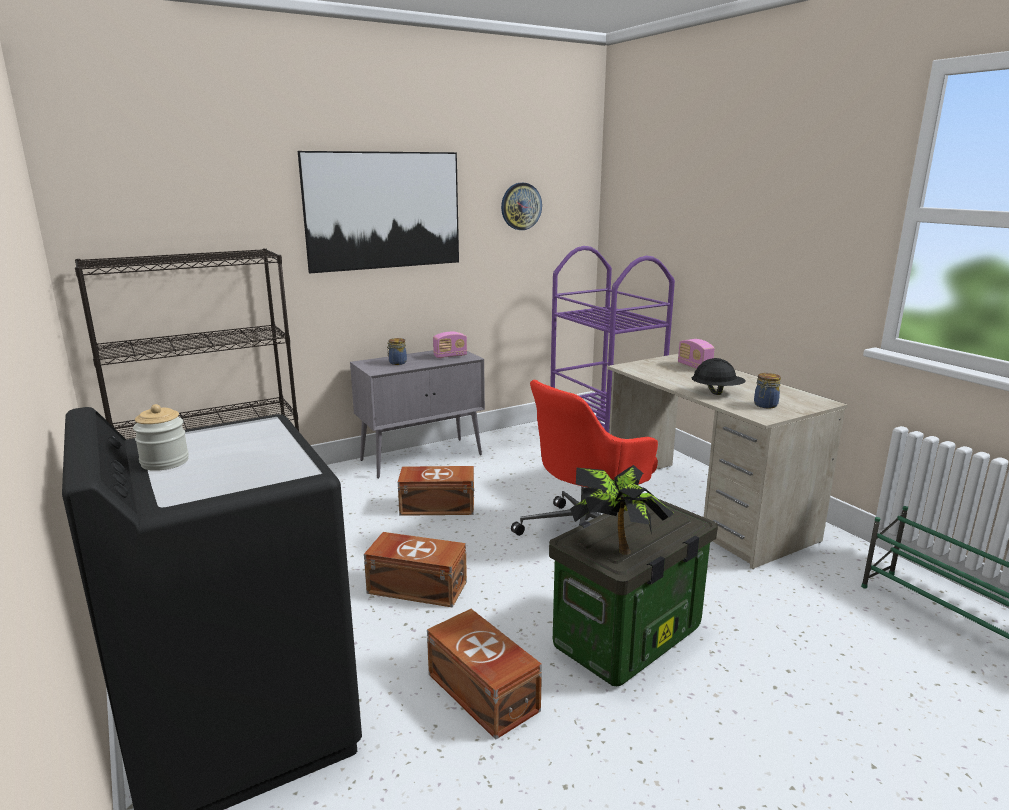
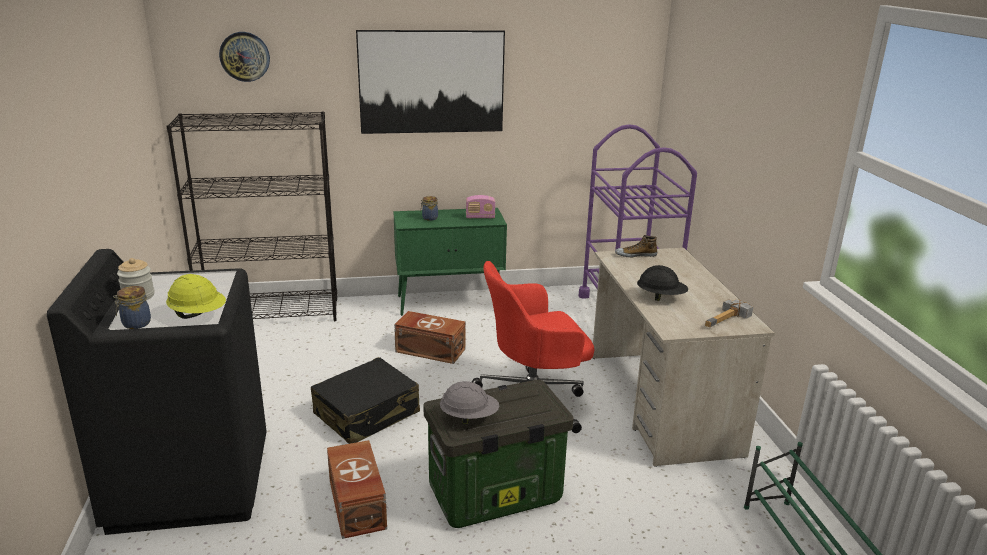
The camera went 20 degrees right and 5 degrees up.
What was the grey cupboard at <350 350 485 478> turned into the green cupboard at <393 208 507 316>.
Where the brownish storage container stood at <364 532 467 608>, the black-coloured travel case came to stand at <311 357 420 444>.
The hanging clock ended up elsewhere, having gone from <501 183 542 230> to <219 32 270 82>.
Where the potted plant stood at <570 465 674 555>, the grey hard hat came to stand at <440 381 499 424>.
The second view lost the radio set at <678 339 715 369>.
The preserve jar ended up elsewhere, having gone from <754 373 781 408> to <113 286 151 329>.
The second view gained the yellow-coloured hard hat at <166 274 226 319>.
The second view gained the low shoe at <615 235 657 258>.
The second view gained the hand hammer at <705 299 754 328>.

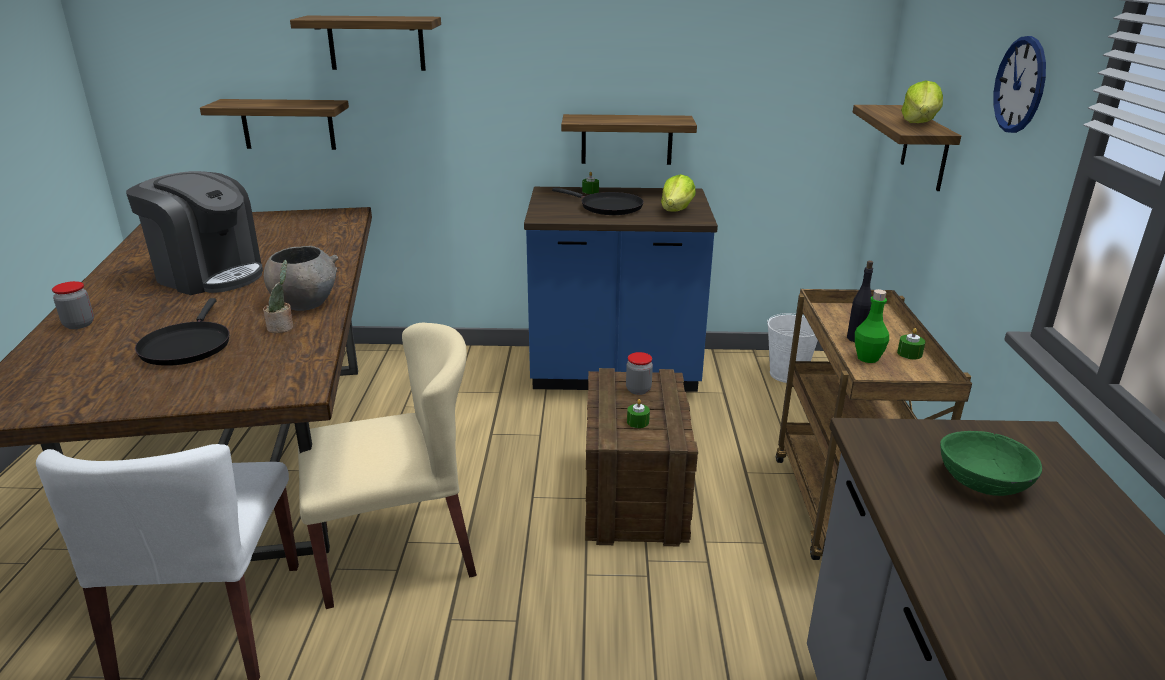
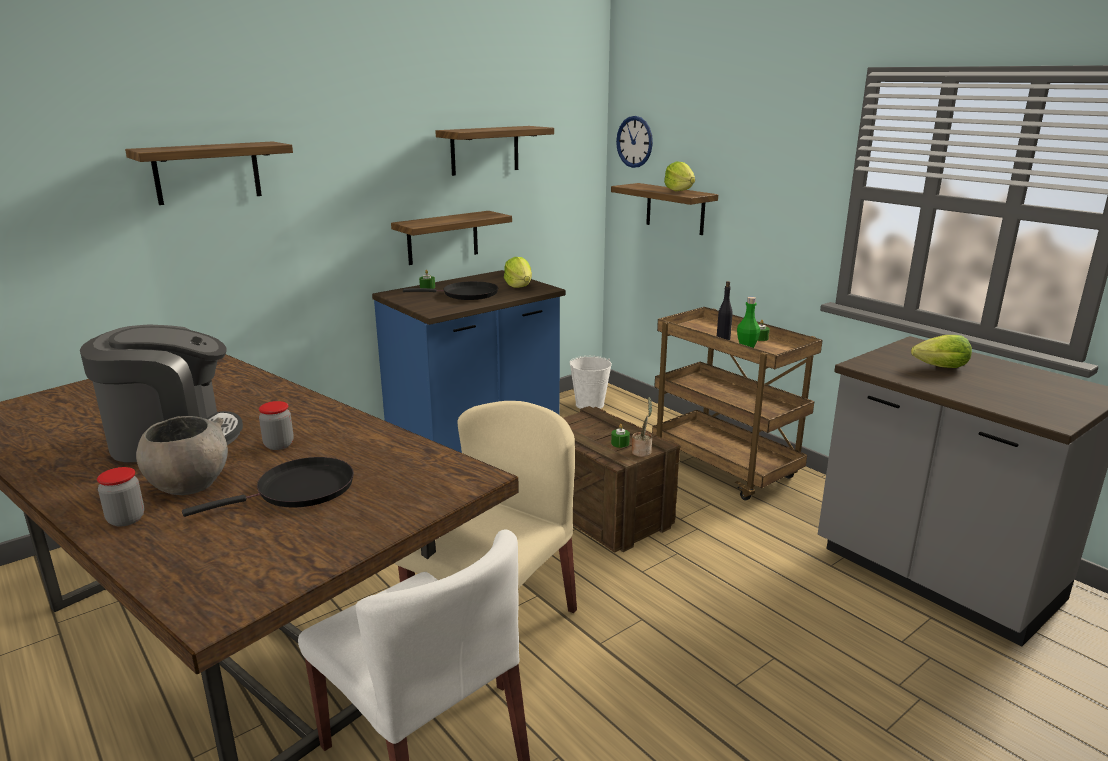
The camera went 40 degrees left and 5 degrees down.
The black-coloured skillet at <135 298 230 366> ended up facing another way, 75 degrees counterclockwise from before.
The shelf ended up elsewhere, having gone from <200 99 349 150> to <435 126 554 176>.
The potted plant ended up elsewhere, having gone from <263 260 293 333> to <631 397 652 457>.
The grey serving bowl ended up elsewhere, having gone from <264 246 338 311> to <136 416 228 495>.
The preserve jar ended up elsewhere, having gone from <626 352 653 395> to <259 401 294 450>.
Where the green serving bowl stood at <940 431 1042 496>, the head of lettuce came to stand at <911 335 972 368>.
The hanging clock ended up elsewhere, having gone from <993 36 1046 133> to <616 116 653 168>.

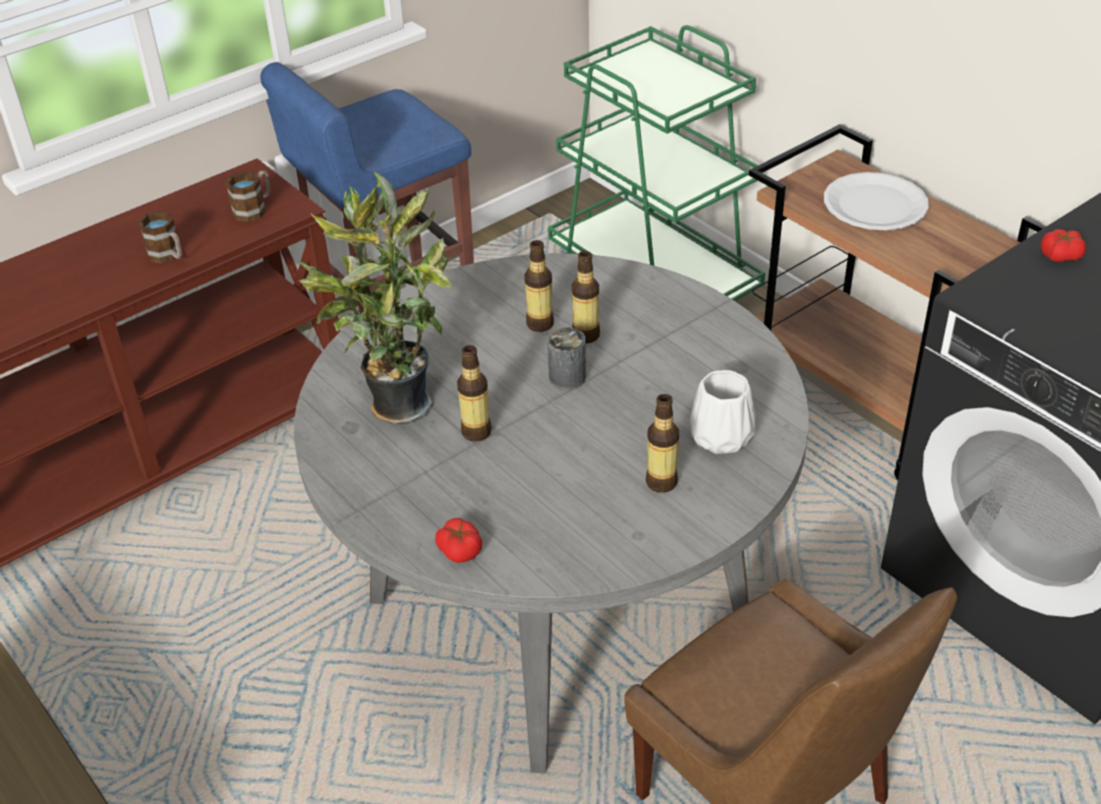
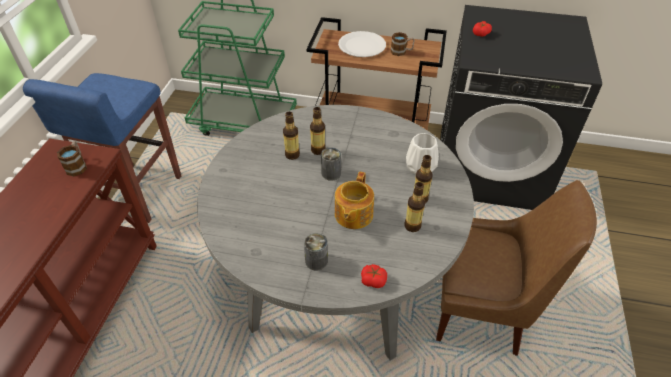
The camera went 40 degrees left and 5 degrees up.
The tea mug ended up elsewhere, having gone from <138 211 182 263> to <391 32 415 56>.
The second view lost the potted plant at <298 171 453 424>.
The drink bottle ended up elsewhere, having gone from <457 345 491 441> to <404 182 425 232>.
The second view gained the can at <304 233 328 271>.
The second view gained the teapot at <335 171 374 229>.

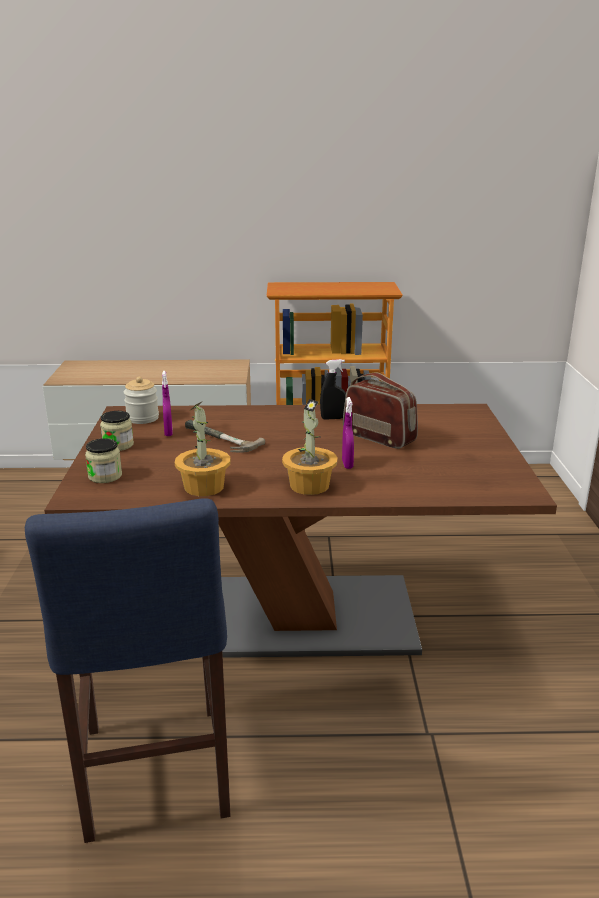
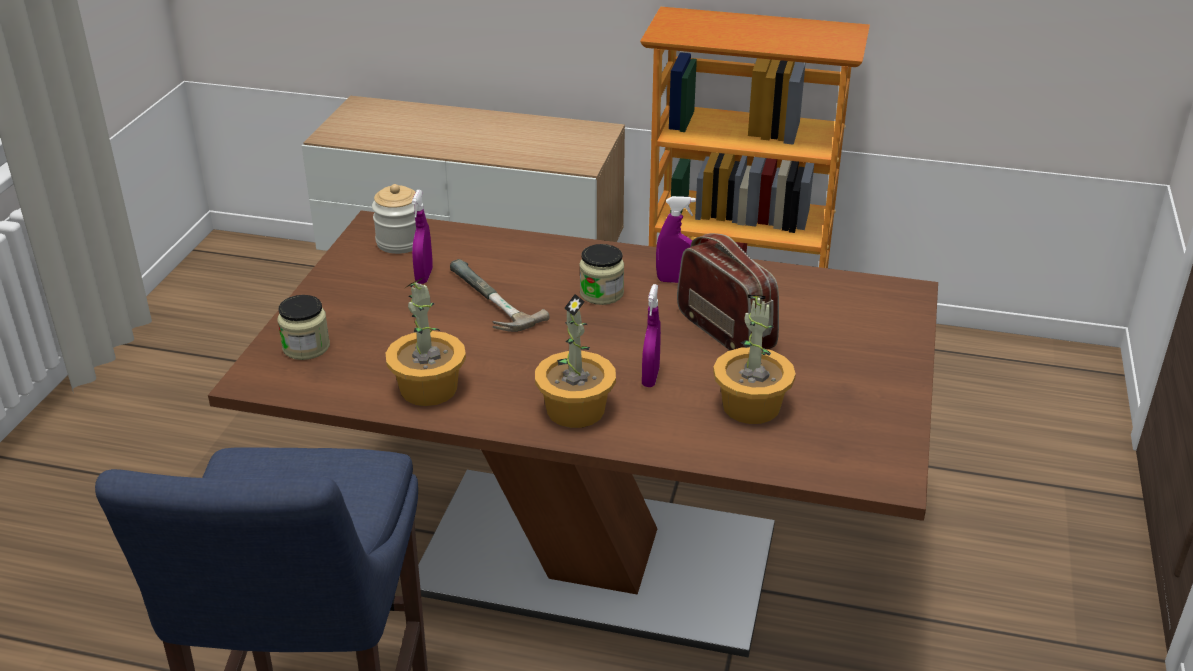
The camera went 15 degrees right and 10 degrees up.
The preserve jar ended up elsewhere, having gone from <100 411 134 451> to <580 244 624 305>.
What was the black-coloured hand sprayer at <320 359 346 420> turned into the purple hand sprayer at <656 196 696 283>.
The second view gained the potted plant at <713 294 796 424>.

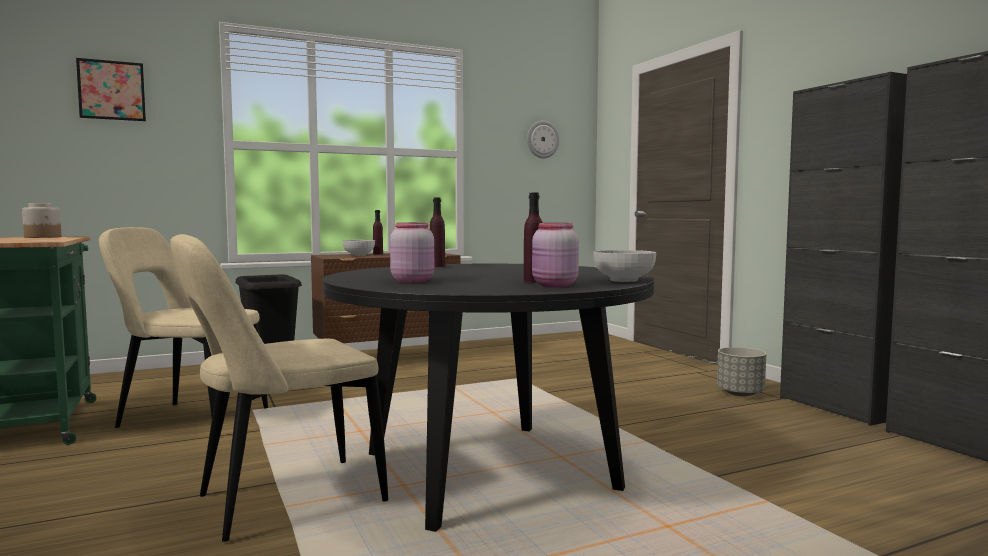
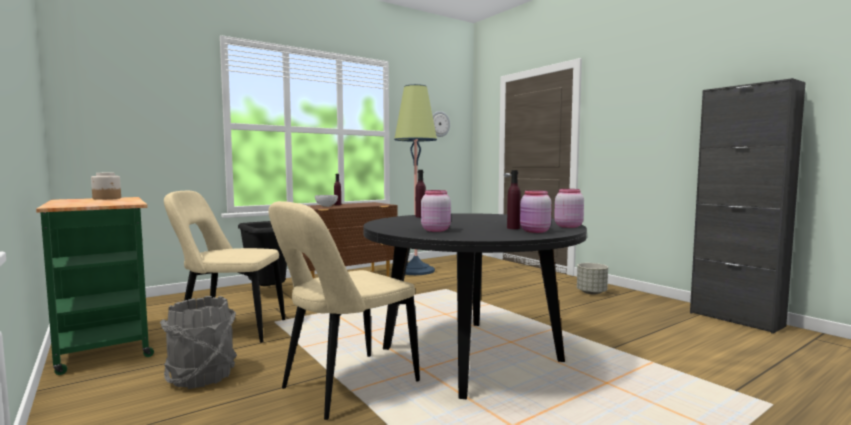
The camera went 10 degrees left and 0 degrees up.
The second view lost the wall art at <76 58 146 121>.
Where the serving bowl stood at <593 250 656 282>, the pink preserve jar came to stand at <554 189 584 228>.
The second view lost the black-coloured cupboard at <780 72 907 426>.
The second view gained the grey bucket at <160 296 237 389>.
The second view gained the standing lamp at <394 84 437 275>.

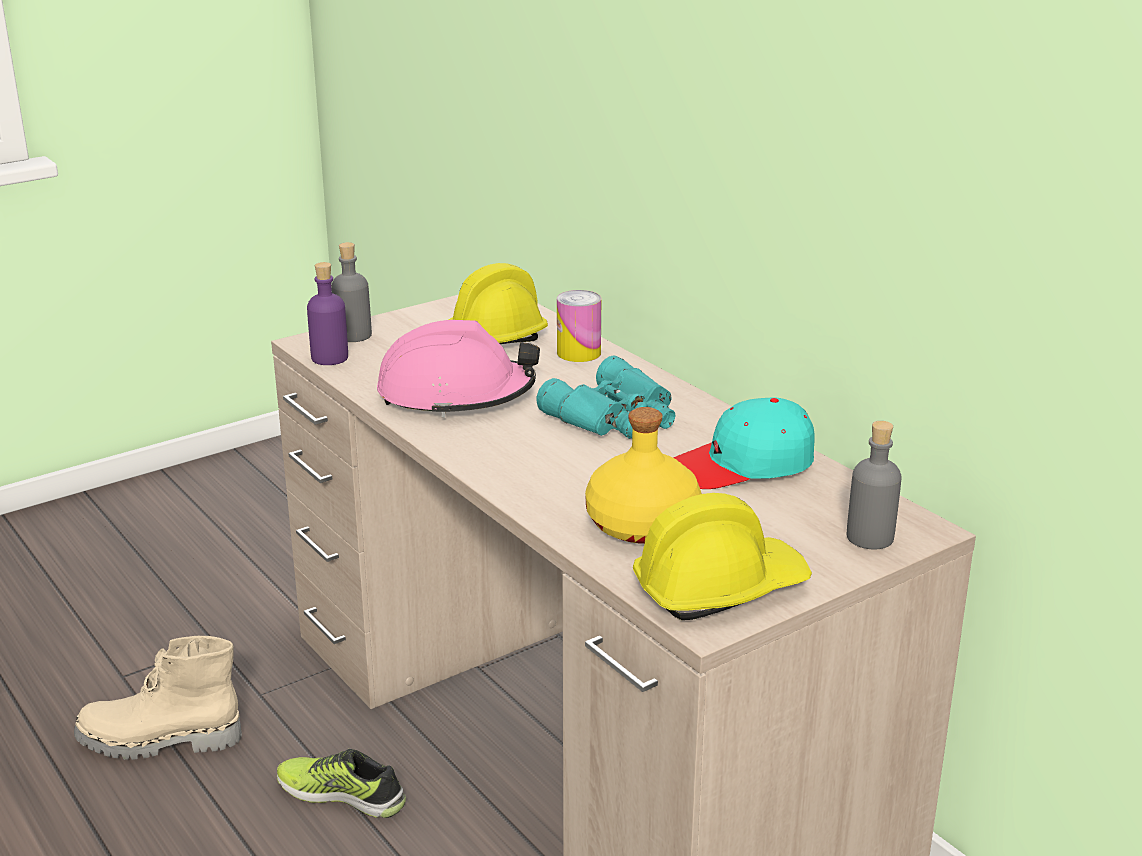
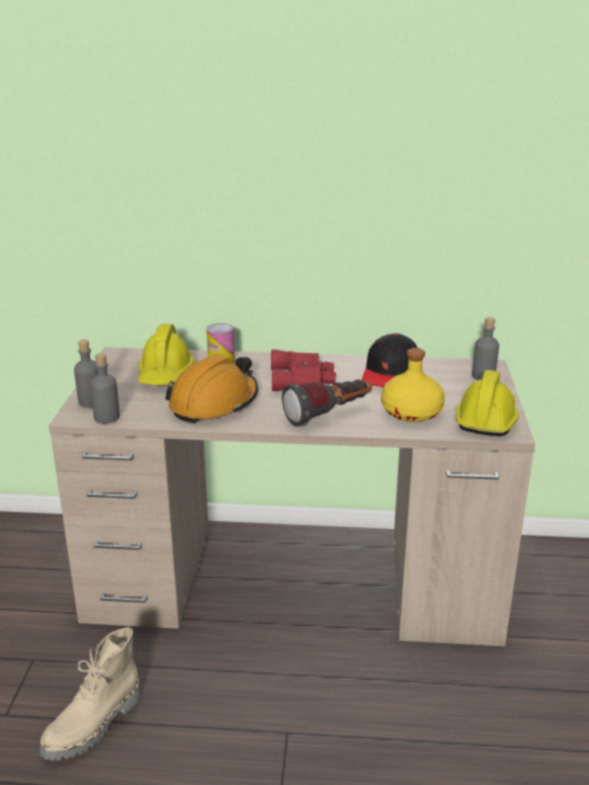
The camera went 50 degrees left and 0 degrees up.
The second view lost the low shoe at <277 749 406 818>.
What was the purple drink bottle at <307 262 348 365> turned into the grey drink bottle at <90 353 120 423>.
What was the pink hard hat at <377 320 540 417> turned into the orange hard hat at <165 354 258 423>.
What was the turquoise-coloured binoculars at <537 356 676 439> turned into the red-coloured binoculars at <271 349 336 391>.
What was the turquoise-coloured cap at <674 397 815 489> turned into the black-coloured cap at <362 333 417 387>.
The second view gained the torch at <282 380 372 427>.

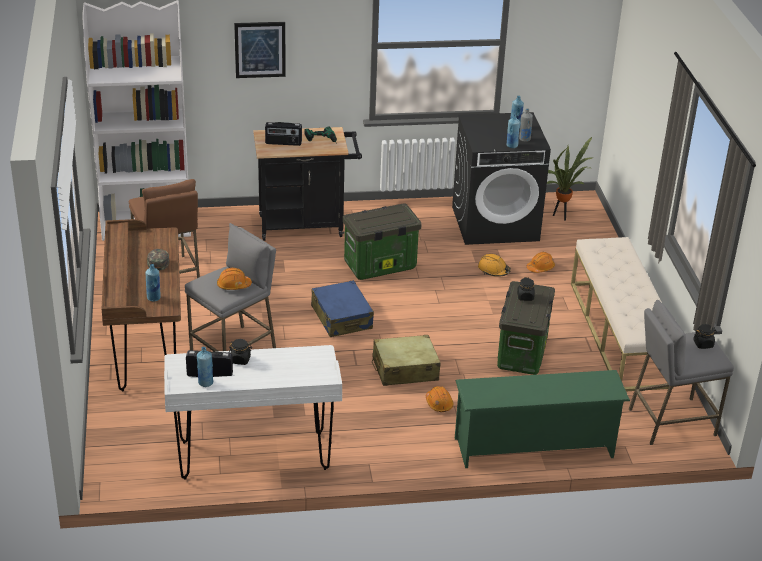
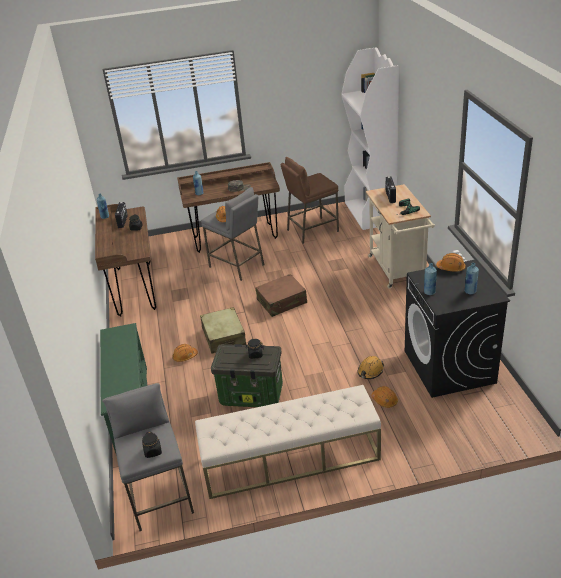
The camera went 90 degrees right and 0 degrees up.
What was the white desk unit at <164 345 342 480> turned into the brownish desk unit at <95 204 156 317>.
The second view lost the wall art at <234 22 286 78>.
What was the black-coloured wheeled cart at <253 127 362 241> turned into the beige-coloured wheeled cart at <366 184 435 288>.
What was the bluish travel case at <311 280 374 337> turned into the brownish travel case at <255 274 307 317>.
The second view lost the storage container at <343 203 422 280>.
The second view lost the grey drink bottle at <519 109 533 142>.
The second view lost the potted plant at <547 137 594 220>.
The second view gained the orange hard hat at <436 253 466 272>.

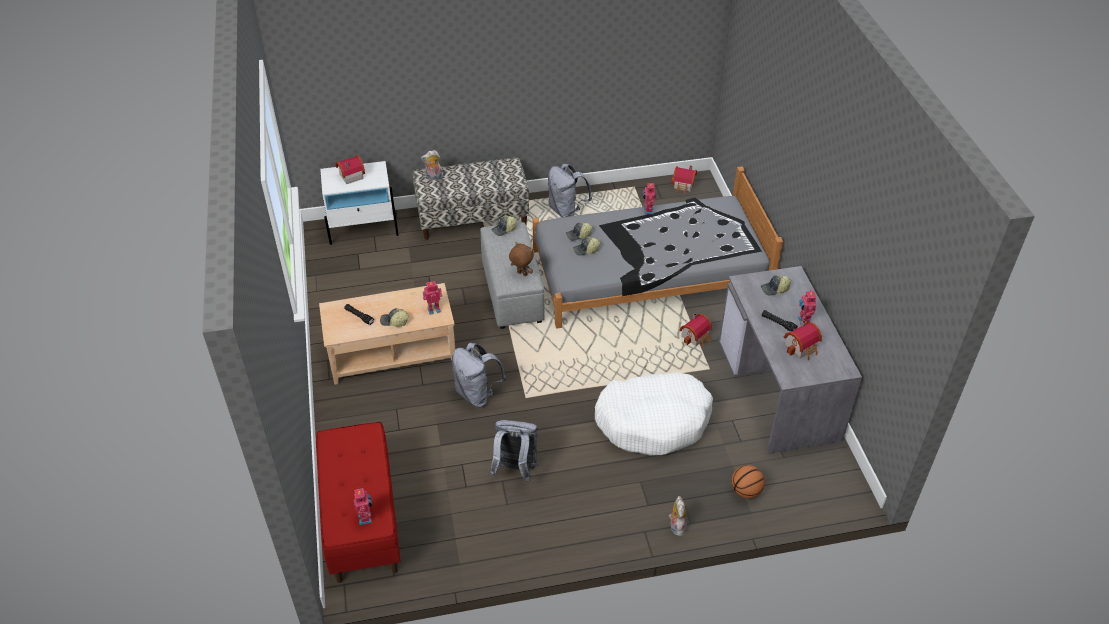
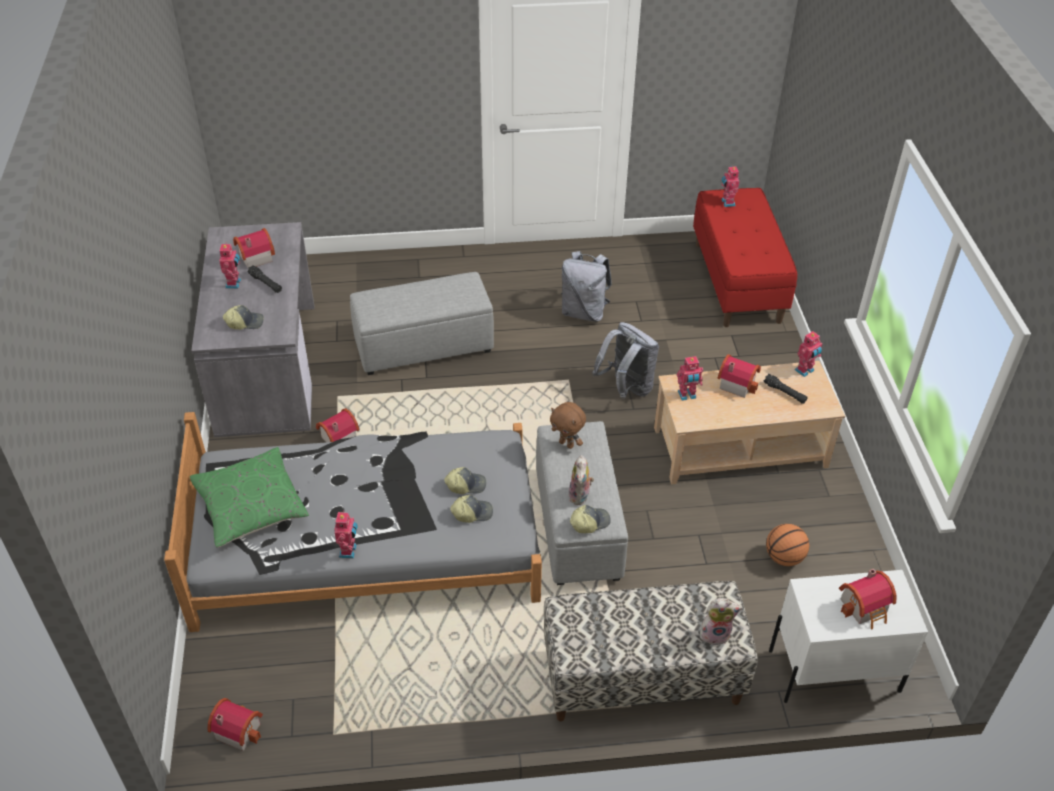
The camera went 175 degrees left and 0 degrees up.
Where the cap stood at <380 308 409 327>, the toy house came to stand at <717 354 761 398>.
The second view lost the grey rucksack at <548 164 592 218>.
Where the white pet bed stood at <595 372 713 455>, the grey ottoman came to stand at <350 272 494 375>.
The cuddly toy ended up elsewhere, having gone from <669 496 687 536> to <568 455 594 505>.
The ball for basketball ended up elsewhere, having gone from <731 465 765 498> to <766 524 809 566>.
The second view gained the green pillow at <190 447 309 547>.
The second view gained the toy robot at <795 331 822 377>.

